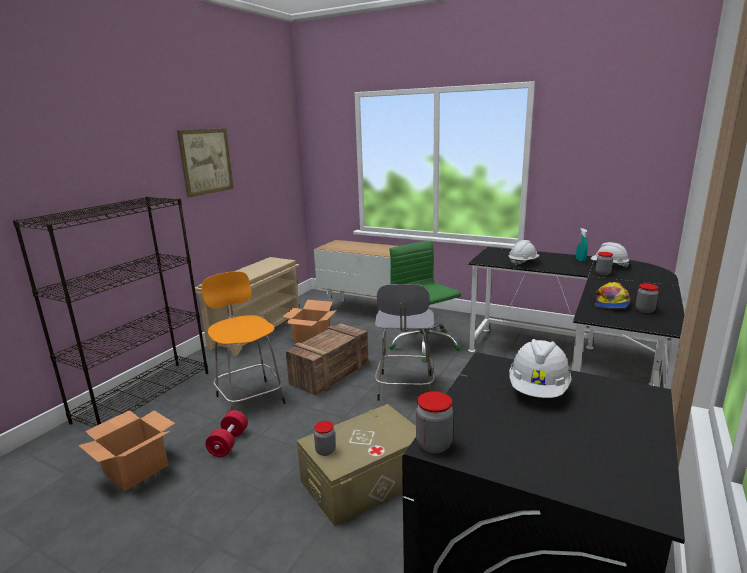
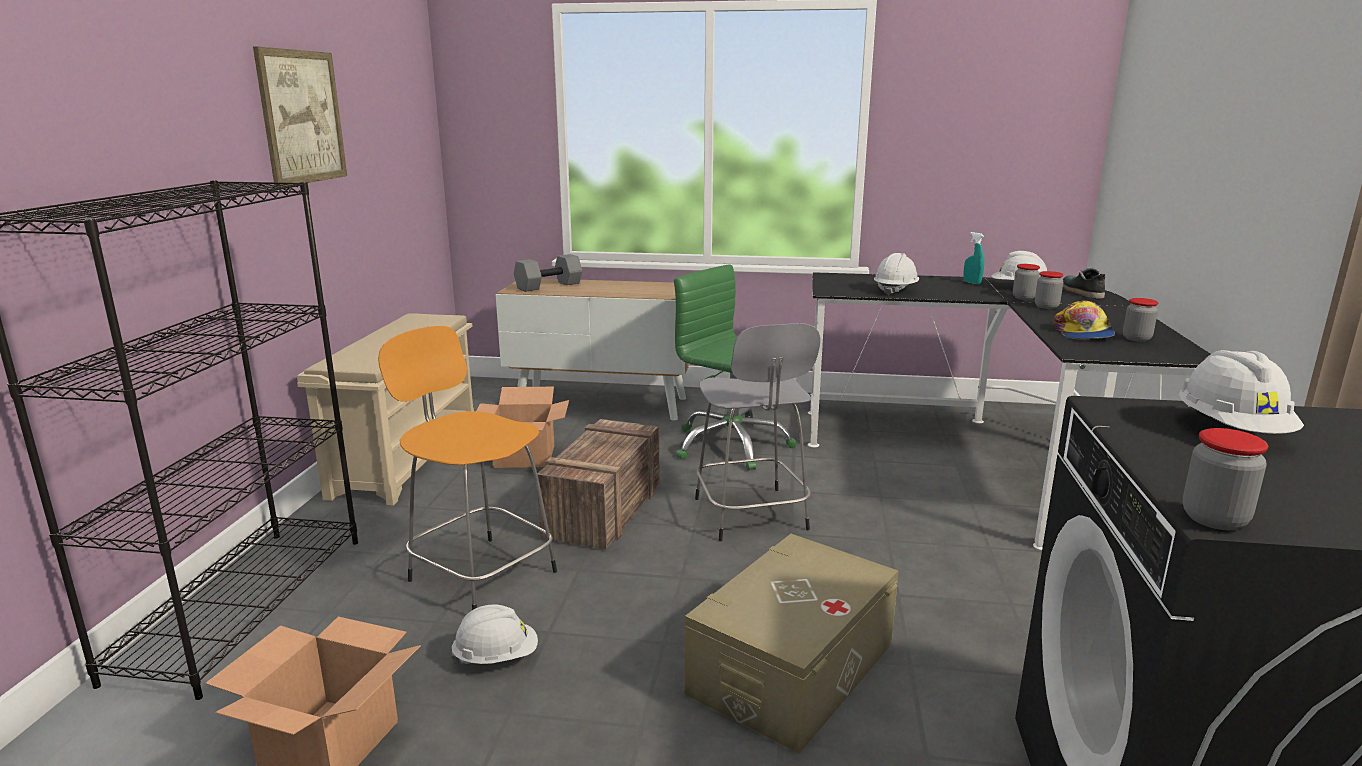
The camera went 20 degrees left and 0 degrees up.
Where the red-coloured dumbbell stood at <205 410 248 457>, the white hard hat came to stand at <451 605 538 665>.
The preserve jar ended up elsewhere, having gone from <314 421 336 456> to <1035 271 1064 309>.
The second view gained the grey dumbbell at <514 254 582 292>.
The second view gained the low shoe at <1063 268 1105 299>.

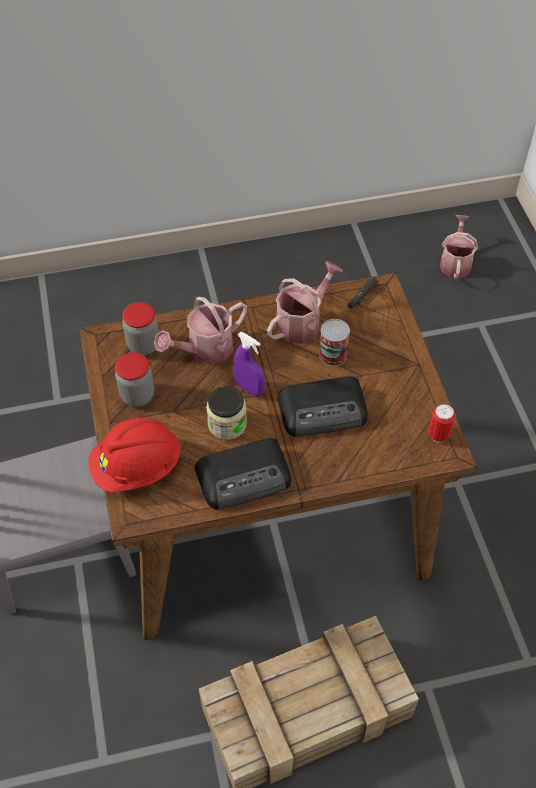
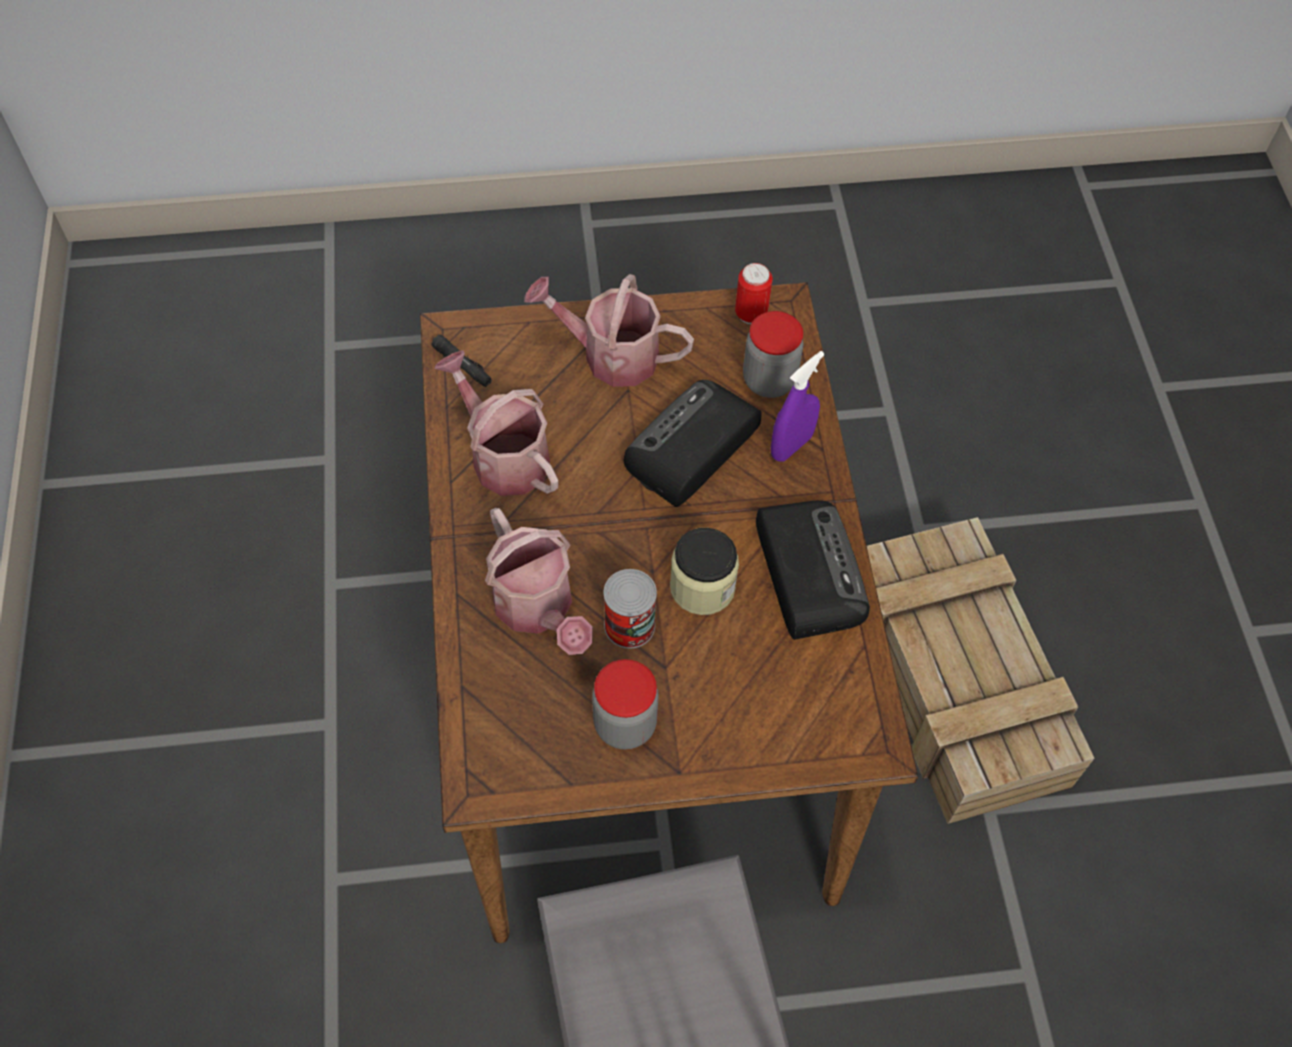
The camera went 85 degrees left and 5 degrees up.
The second view lost the red-coloured hard hat at <88 418 181 493>.
The preserve jar ended up elsewhere, having gone from <122 302 159 355> to <743 311 803 398>.
The purple hand sprayer ended up elsewhere, having gone from <233 332 265 397> to <771 351 824 462>.
The radio set at <277 376 368 437> ended up facing another way, 135 degrees counterclockwise from before.
The can ended up elsewhere, having gone from <319 319 350 366> to <603 569 657 649>.
The sprinkling can ended up elsewhere, having gone from <440 215 478 279> to <524 274 694 387>.

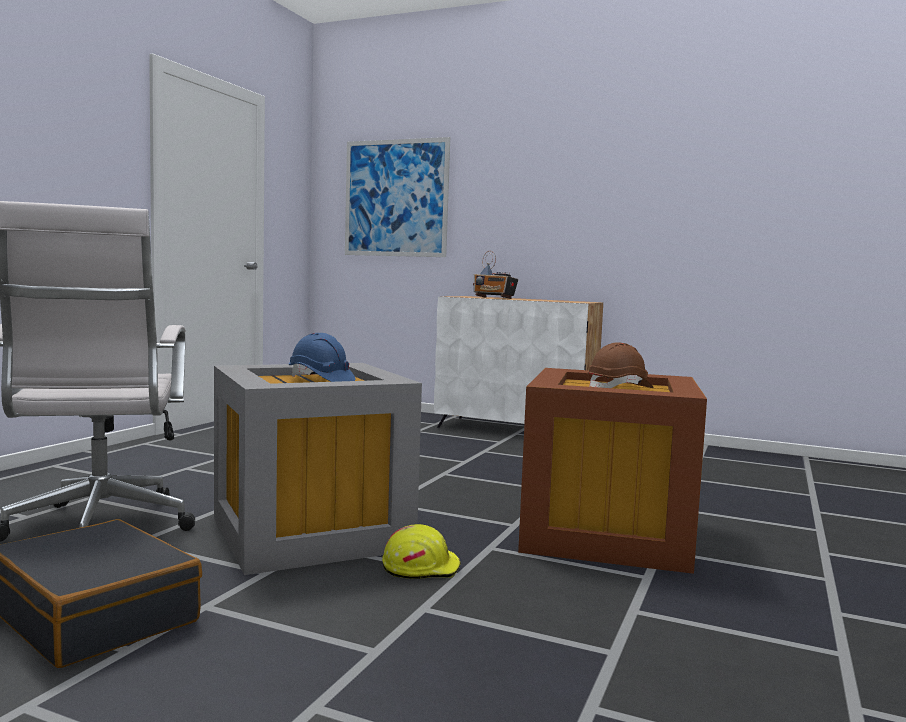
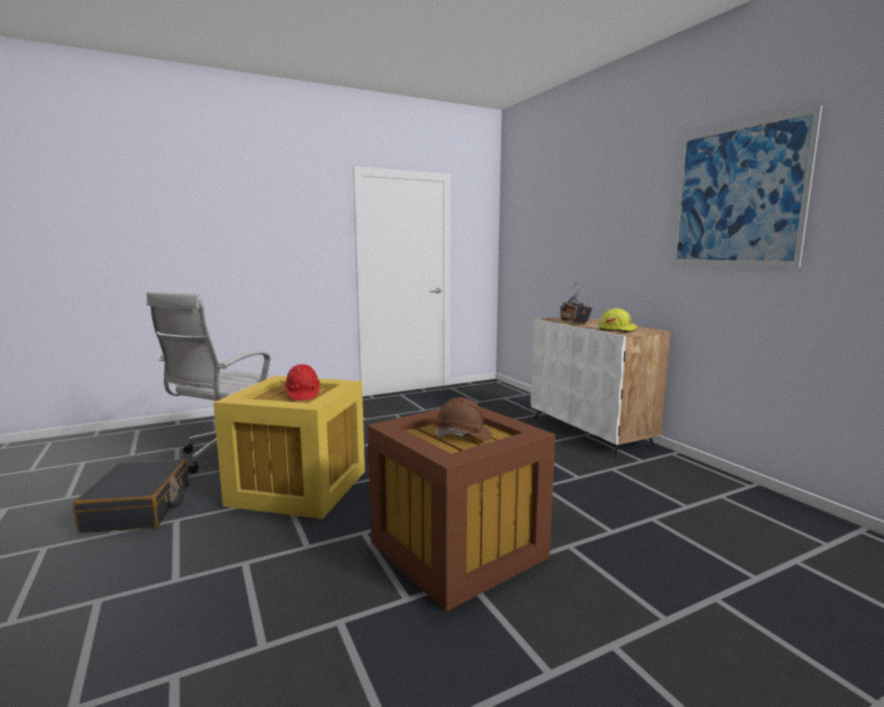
The camera went 40 degrees right and 5 degrees up.
What was the grey storage container at <214 363 422 575> turned into the yellow-coloured storage container at <213 376 365 519>.
What was the bluish hard hat at <289 333 356 382> turned into the red-coloured hard hat at <284 364 320 401>.
The wall art ended up elsewhere, having gone from <345 137 450 257> to <672 106 822 267>.
The yellow-coloured hard hat ended up elsewhere, having gone from <382 524 461 579> to <599 308 638 333>.

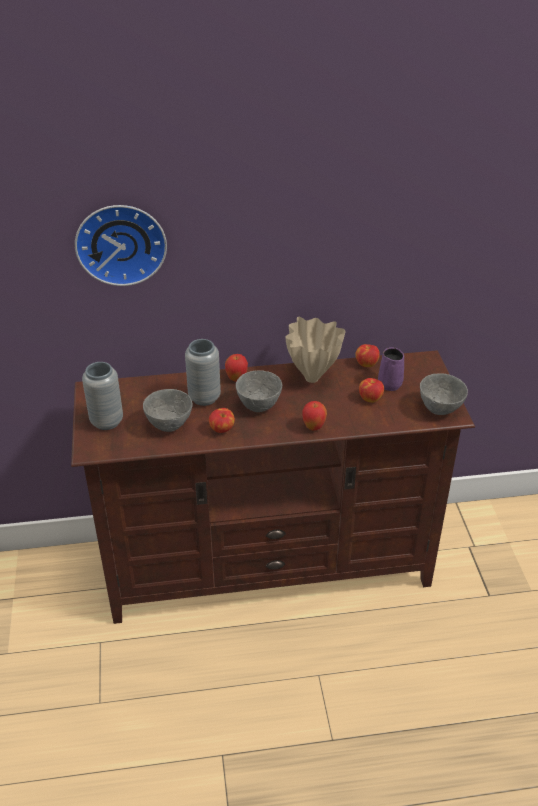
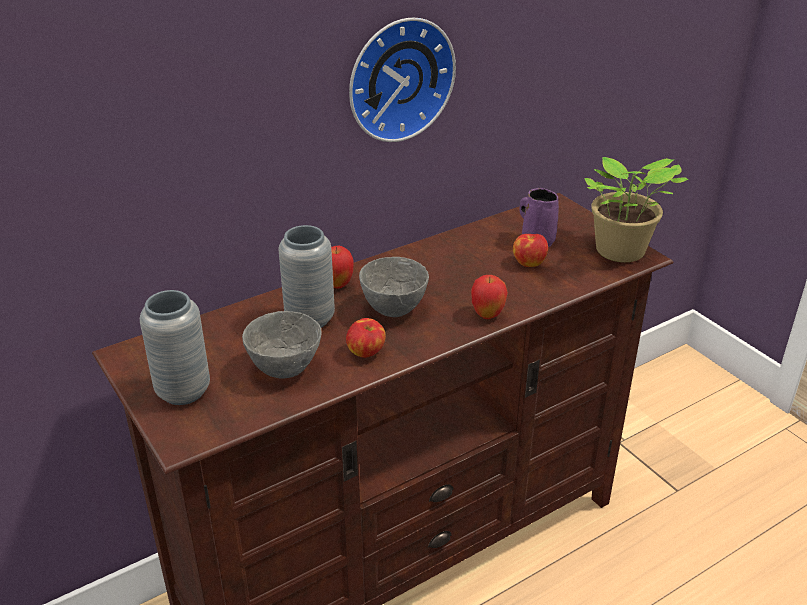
The camera went 25 degrees left and 5 degrees down.
The hanging clock ended up elsewhere, having gone from <75 205 167 286> to <349 18 456 142>.
The second view lost the beige-coloured flower vase at <285 317 346 383>.
The second view lost the apple fruit at <356 344 380 367>.
Where the grey serving bowl stood at <420 373 468 415>, the potted plant came to stand at <585 157 689 262>.

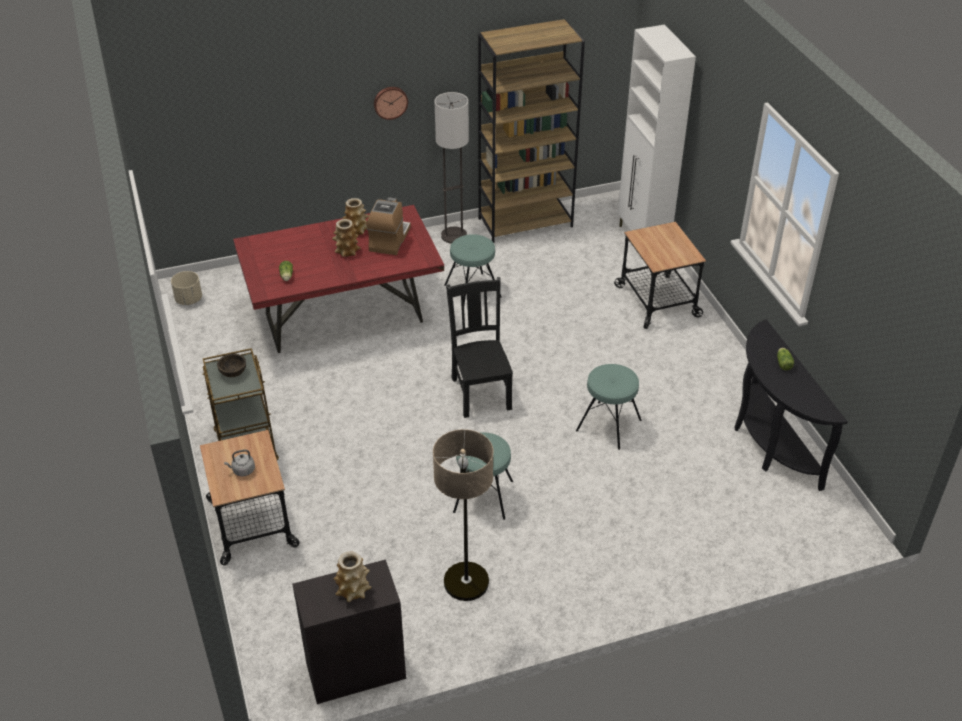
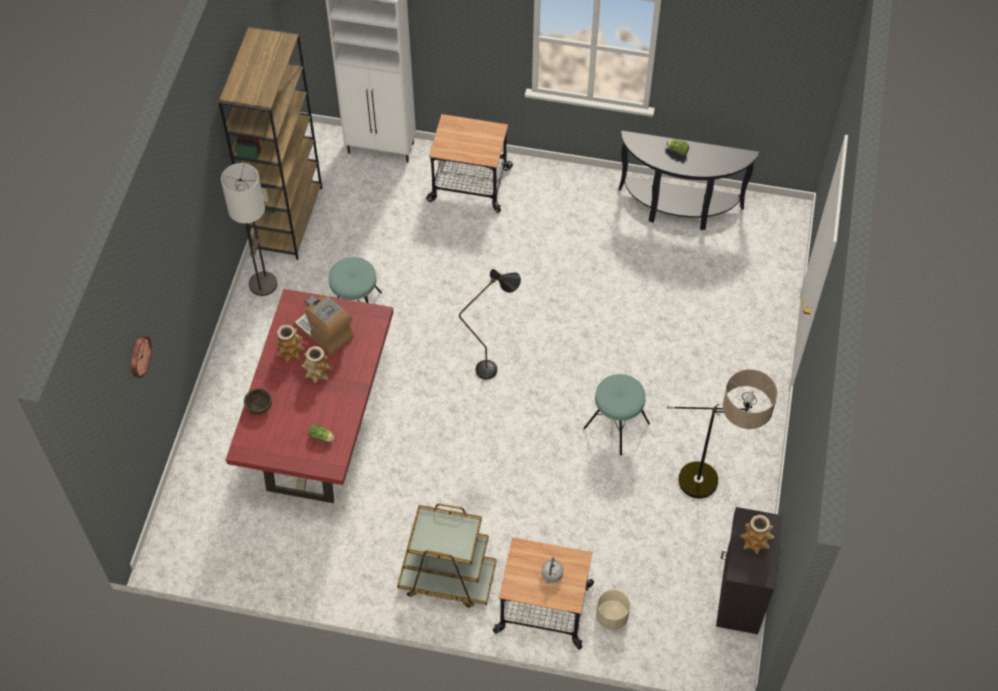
The camera went 60 degrees left and 15 degrees up.
The beige-coloured flower pot ended up elsewhere, having gone from <171 271 202 305> to <596 590 630 630>.
The brownish serving bowl ended up elsewhere, having gone from <217 354 246 377> to <244 389 272 414>.
The hanging clock ended up elsewhere, having gone from <374 87 408 120> to <131 336 152 378>.
Where the black-coloured upright chair stood at <446 277 513 418>, the black-coloured standing lamp came to stand at <459 269 521 380>.
The second view lost the turquoise-coloured stool seat at <576 364 642 450>.

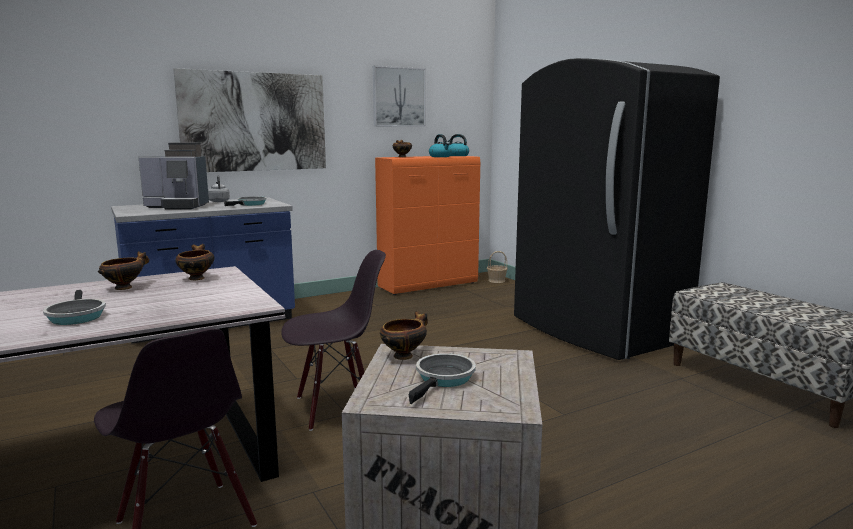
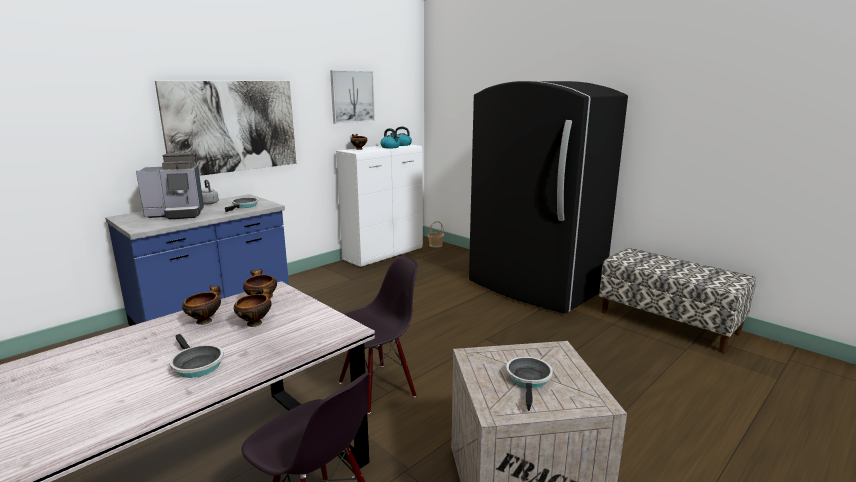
The camera went 15 degrees left and 5 degrees up.
What was the orange cupboard at <375 156 480 295> turned into the white cupboard at <336 144 423 268>.
The serving bowl ended up elsewhere, having gone from <380 311 428 360> to <234 287 273 327>.

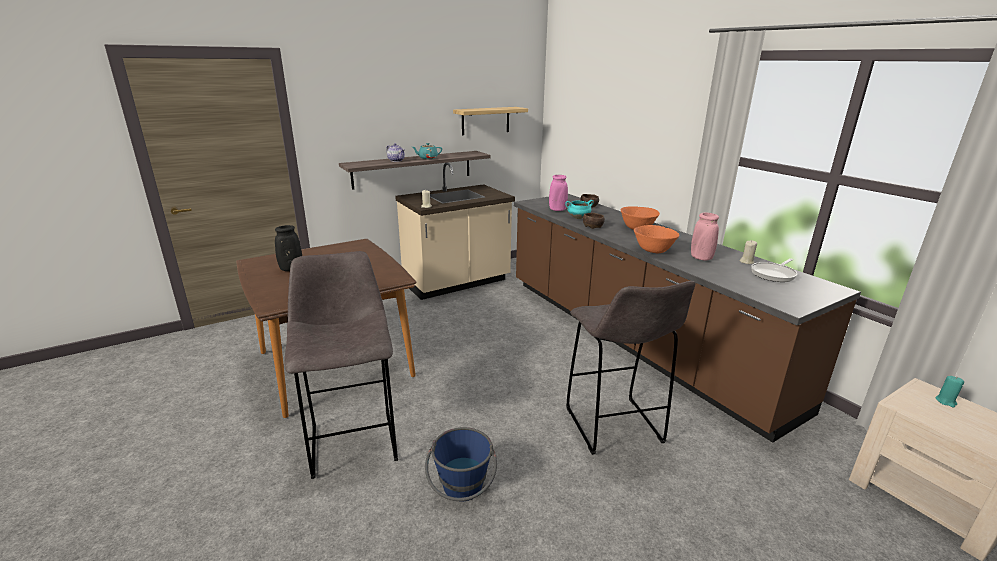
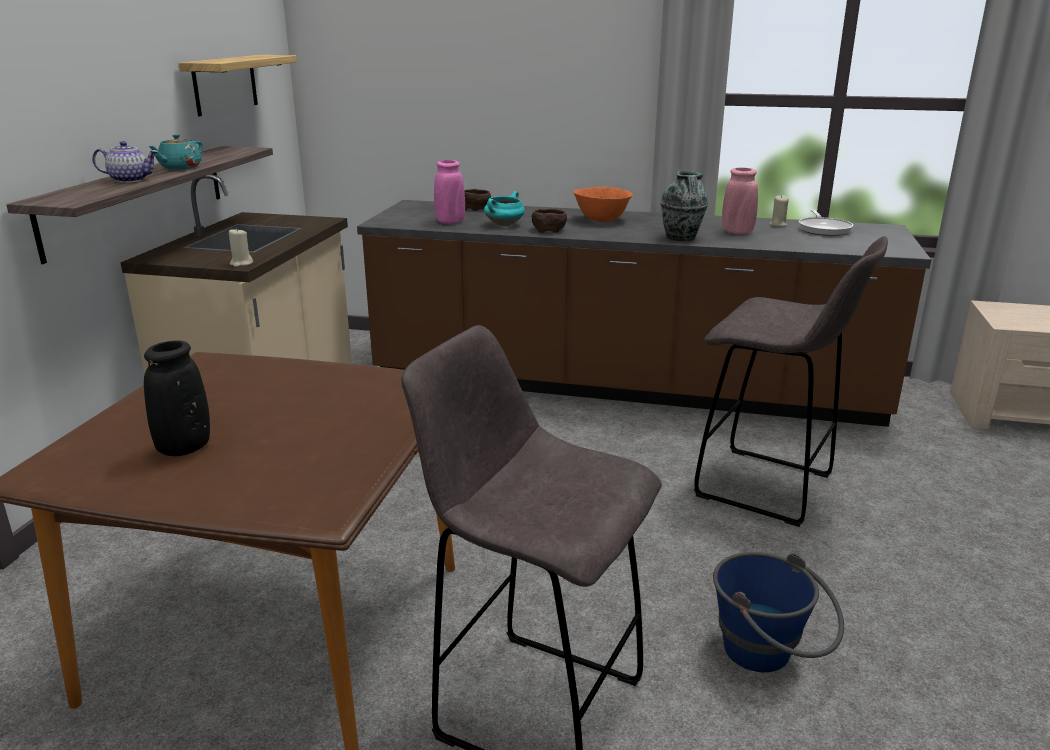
The camera went 45 degrees left and 0 degrees up.
Where the orange serving bowl stood at <634 225 679 253>, the flower vase came to stand at <661 170 708 241>.
The second view lost the turquoise-coloured wax light at <935 376 964 408>.

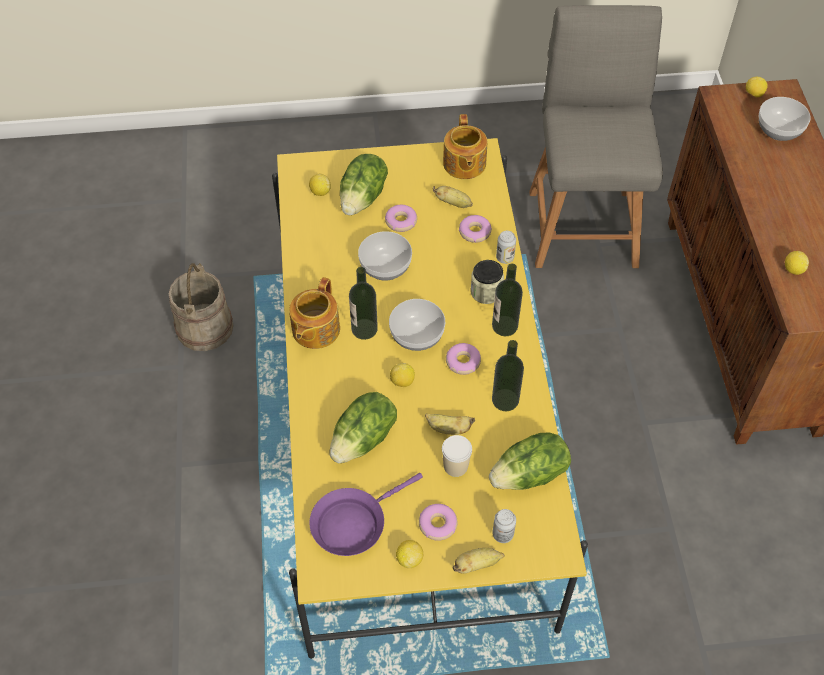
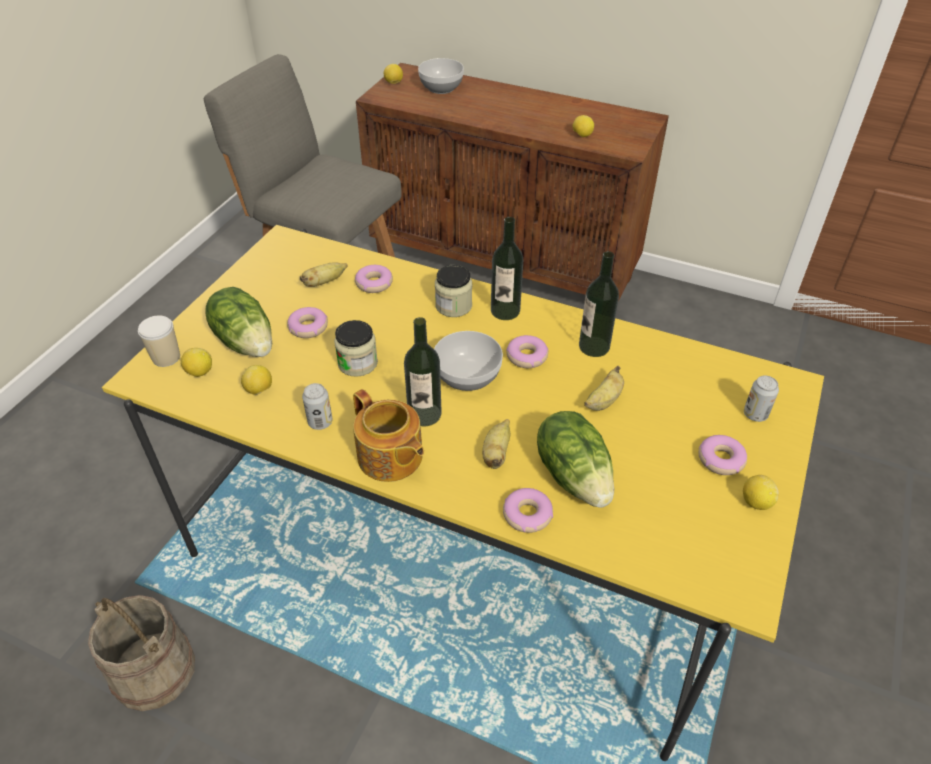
The camera went 60 degrees left and 10 degrees down.
The second view lost the purple skillet at <309 473 423 556>.
Where the serving bowl stood at <358 231 412 281>, the preserve jar came to stand at <334 320 378 377>.
The whole lemon ended up elsewhere, having gone from <390 363 415 387> to <241 365 272 395>.
The small cup ended up elsewhere, having gone from <442 435 472 477> to <138 315 180 367>.
The second view lost the teapot at <443 114 487 179>.
The banana ended up elsewhere, having gone from <453 548 505 574> to <482 419 510 469>.
The second view lost the head of lettuce at <489 433 571 490>.
The can ended up elsewhere, having gone from <496 231 516 264> to <302 383 332 430>.
The second view gained the donut at <503 488 553 533>.

